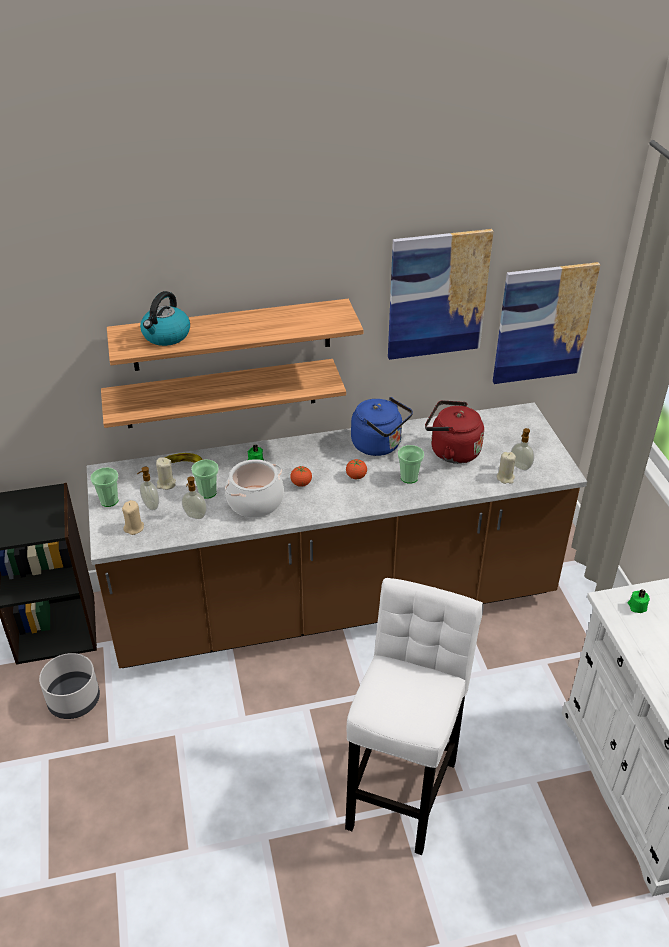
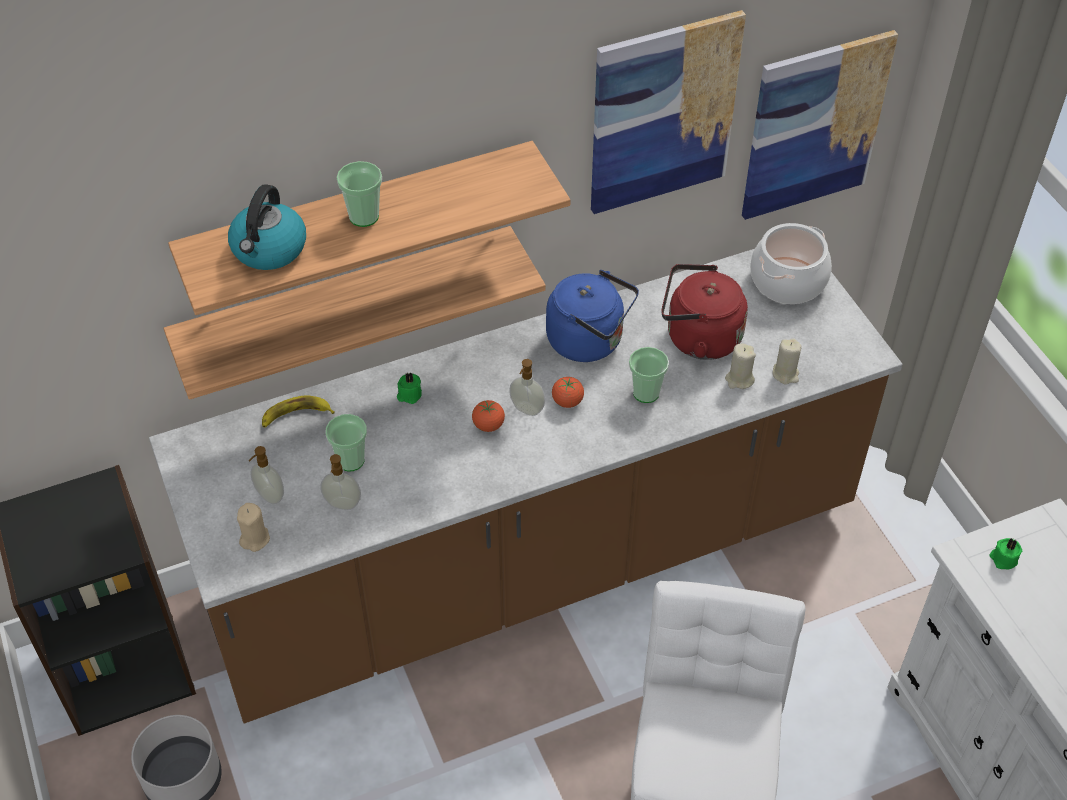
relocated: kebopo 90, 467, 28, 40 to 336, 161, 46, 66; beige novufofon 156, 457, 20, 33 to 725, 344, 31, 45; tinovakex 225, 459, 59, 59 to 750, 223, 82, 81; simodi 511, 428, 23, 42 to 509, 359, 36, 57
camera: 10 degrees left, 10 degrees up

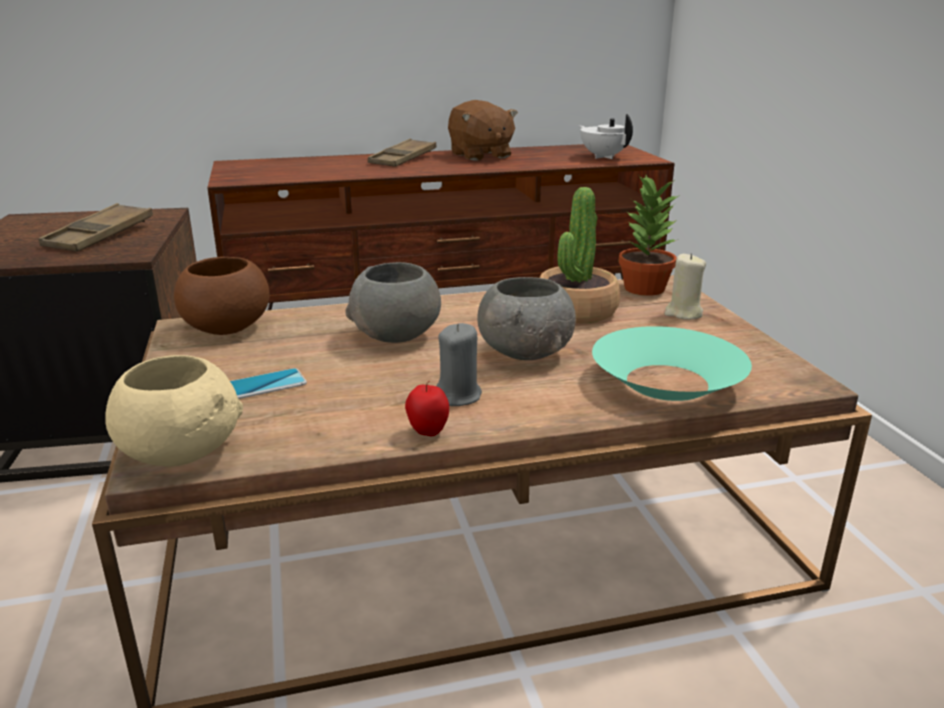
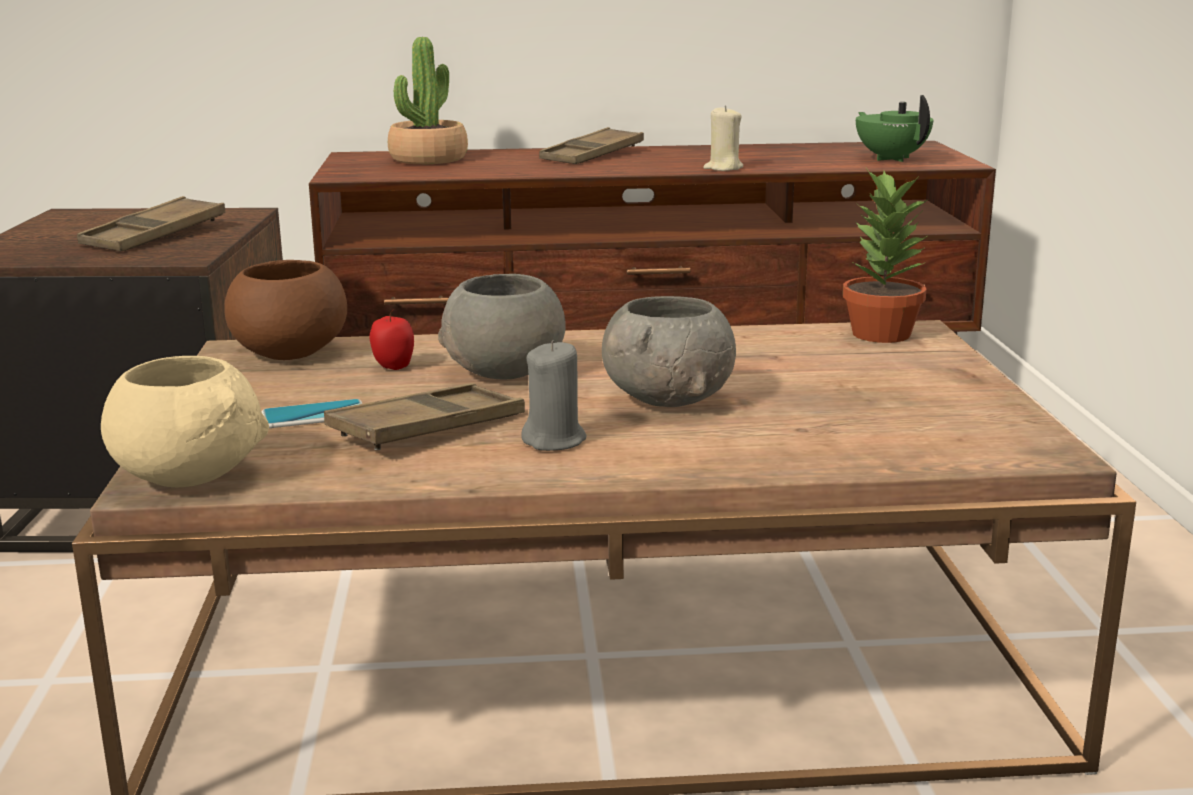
missing: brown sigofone 448, 100, 70, 61; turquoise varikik 592, 326, 160, 75
appeared: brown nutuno 324, 383, 201, 67
relocated: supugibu 405, 380, 44, 56 to 370, 310, 44, 60; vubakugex 539, 187, 81, 137 to 388, 37, 80, 127; beige novufofon 665, 253, 41, 67 to 703, 105, 40, 66
colour: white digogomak 579, 114, 54, 45 to green digogomak 856, 95, 78, 67
camera: 10 degrees right, 5 degrees down

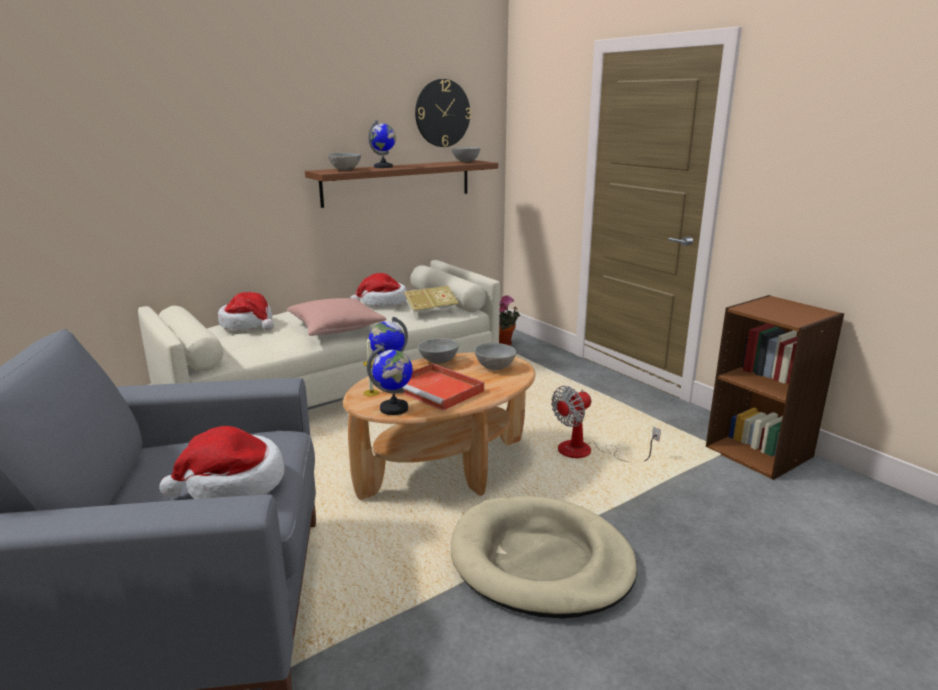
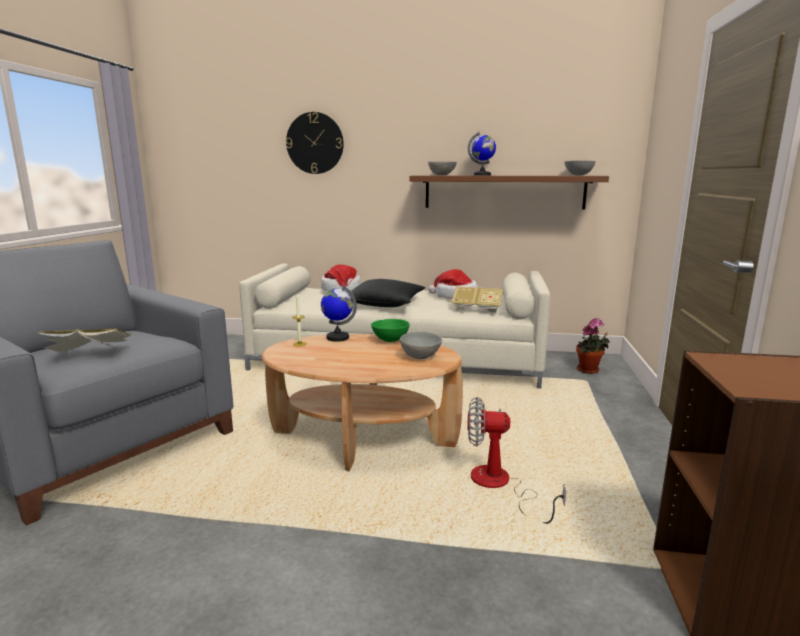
missing: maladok 367, 345, 46, 70; red nutuno 397, 363, 87, 48; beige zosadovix 451, 496, 186, 122
relocated: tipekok 415, 79, 56, 68 to 286, 112, 58, 62
exchanged: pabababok 159, 426, 125, 73 to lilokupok 37, 329, 94, 24
colour: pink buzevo 286, 298, 100, 38 to black buzevo 352, 279, 73, 28; grey varikik 418, 338, 41, 26 to green varikik 371, 319, 39, 23
camera: 45 degrees right, 5 degrees down

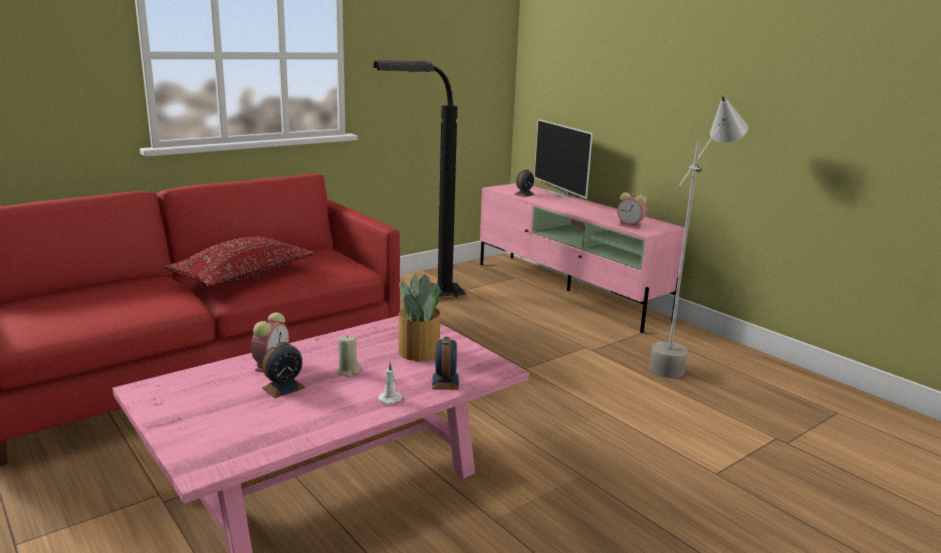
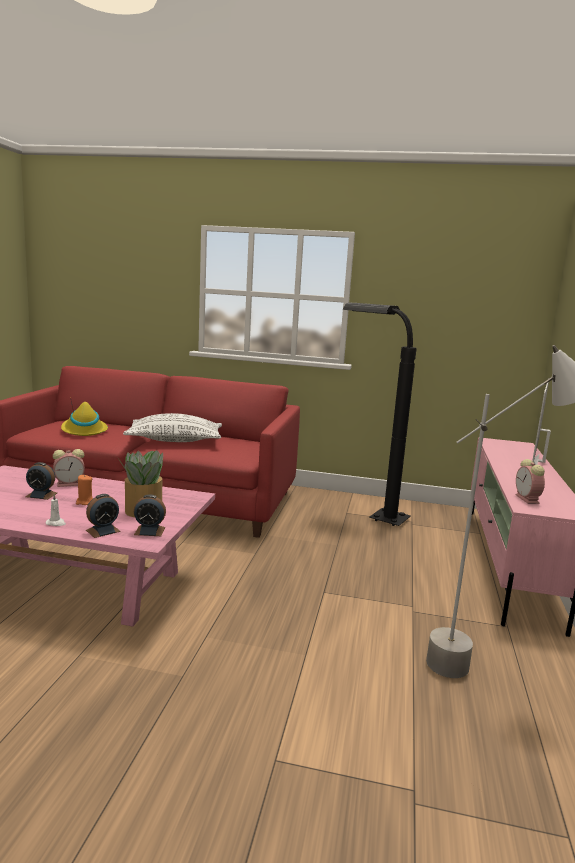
appeared: yellow pabababok 61, 401, 47, 35
relocated: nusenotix 514, 169, 21, 28 to 134, 495, 32, 41
colour: red buzevo 164, 237, 151, 50 to white buzevo 123, 413, 99, 29; beige novufofon 337, 335, 23, 42 to orange novufofon 76, 474, 17, 31
camera: 50 degrees right, 5 degrees down

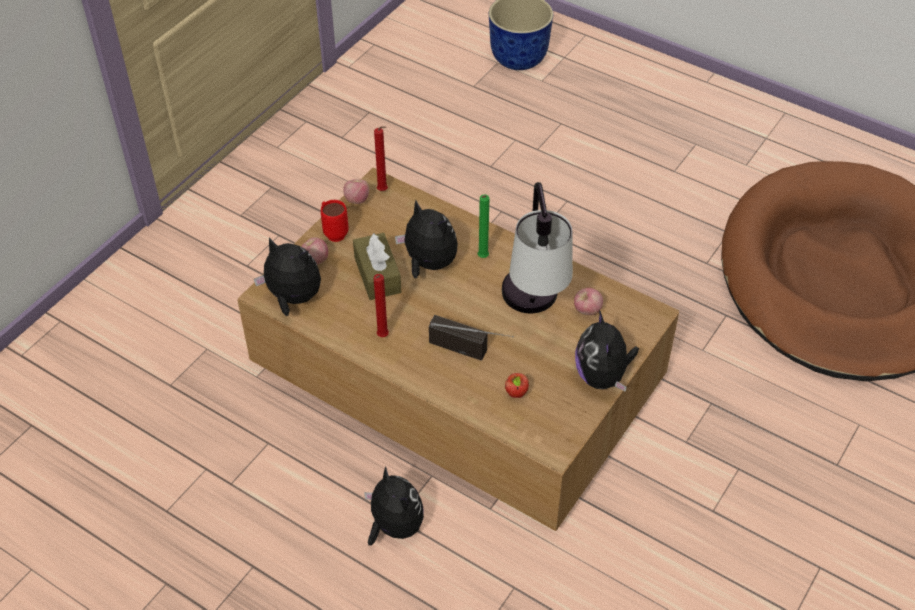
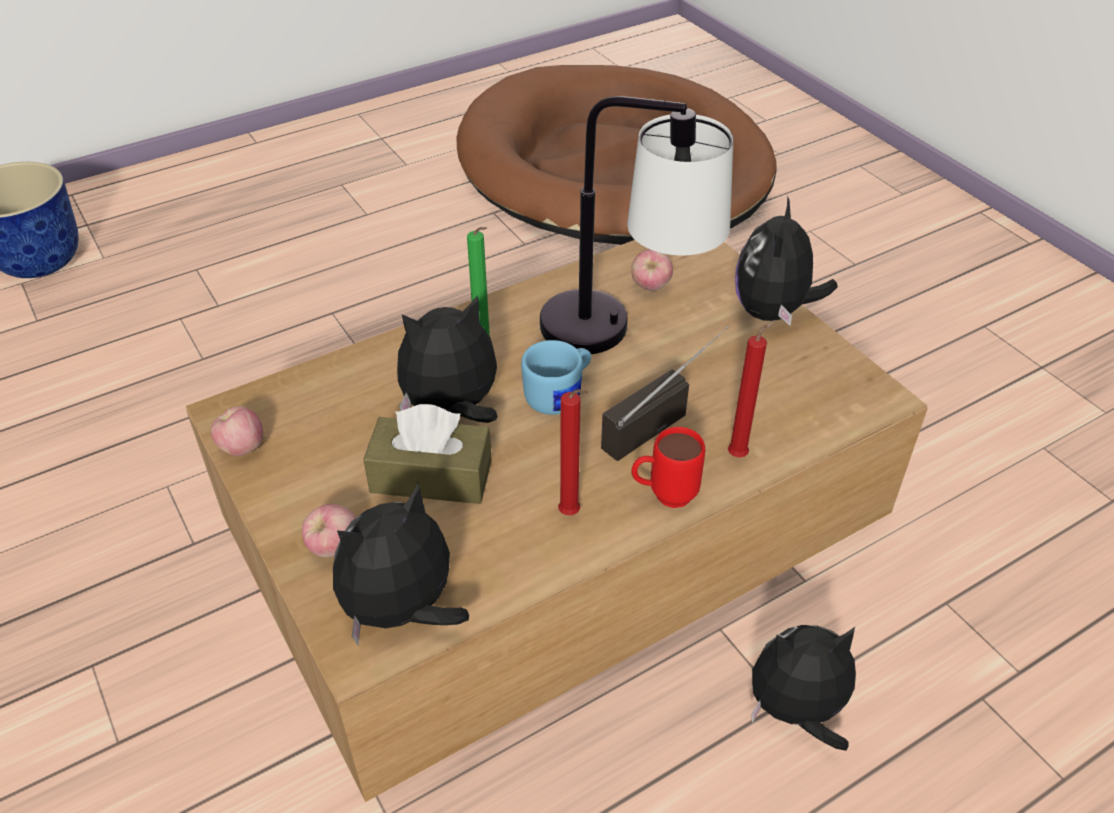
missing: supugibu 505, 373, 24, 25
appeared: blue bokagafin 521, 340, 70, 75
relocated: red bokagafin 321, 200, 28, 42 to 631, 427, 74, 81; red novufofon 374, 126, 14, 65 to 728, 320, 48, 137
spun: sigofone 575, 310, 64, 82 = 735, 195, 103, 131 90 degrees clockwise
camera: 65 degrees left, 5 degrees down

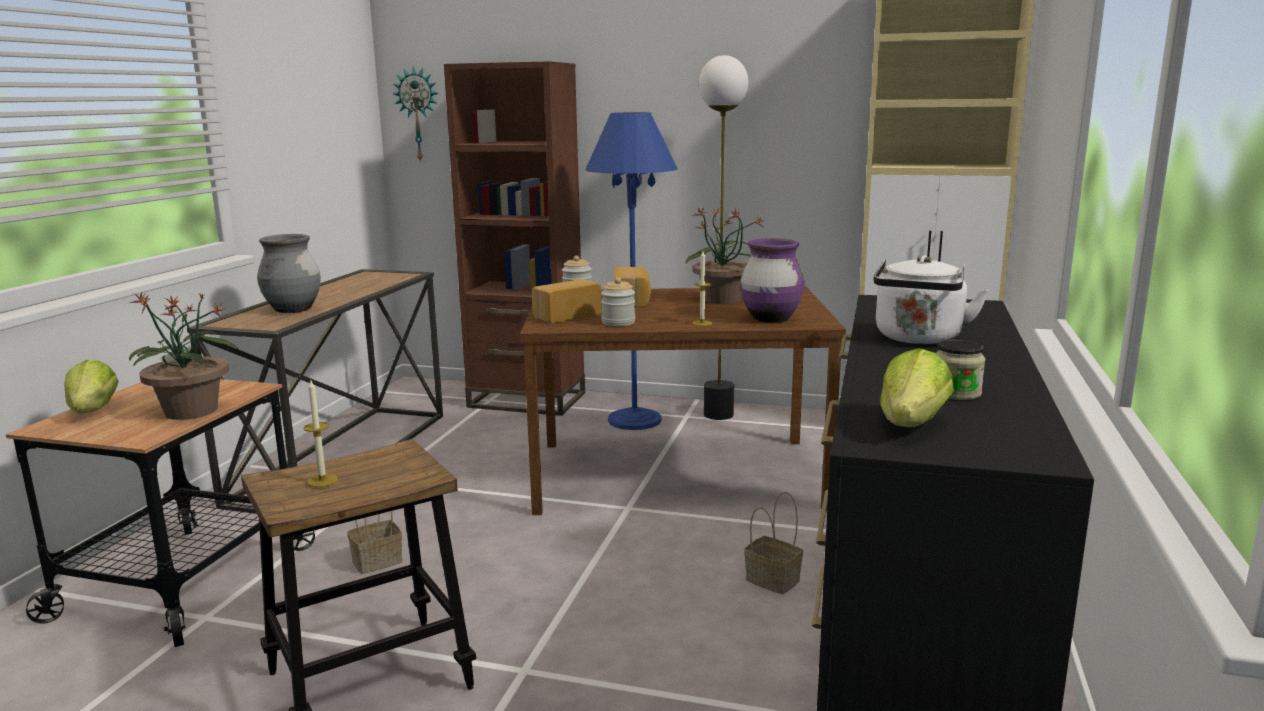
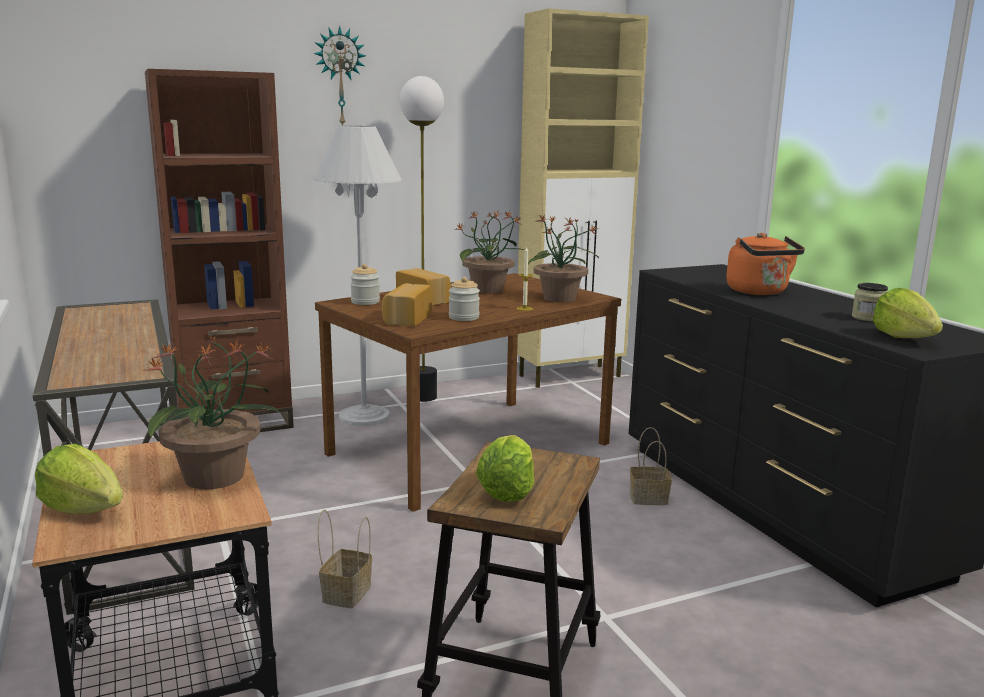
missing: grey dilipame 257, 234, 64, 79
relocated: tipekok 393, 66, 45, 97 to 313, 26, 53, 100
exchanged: novufofon 303, 380, 35, 107 to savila 476, 435, 59, 67; purple dilipame 740, 238, 64, 85 to vubakugex 528, 215, 71, 87
colour: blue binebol 585, 112, 93, 318 to white binebol 313, 126, 89, 300; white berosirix 874, 255, 114, 89 to orange berosirix 726, 233, 79, 62
camera: 40 degrees left, 0 degrees up

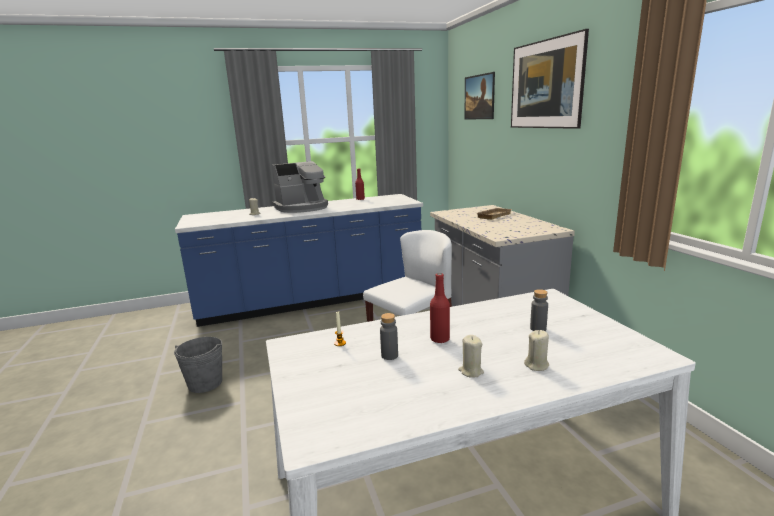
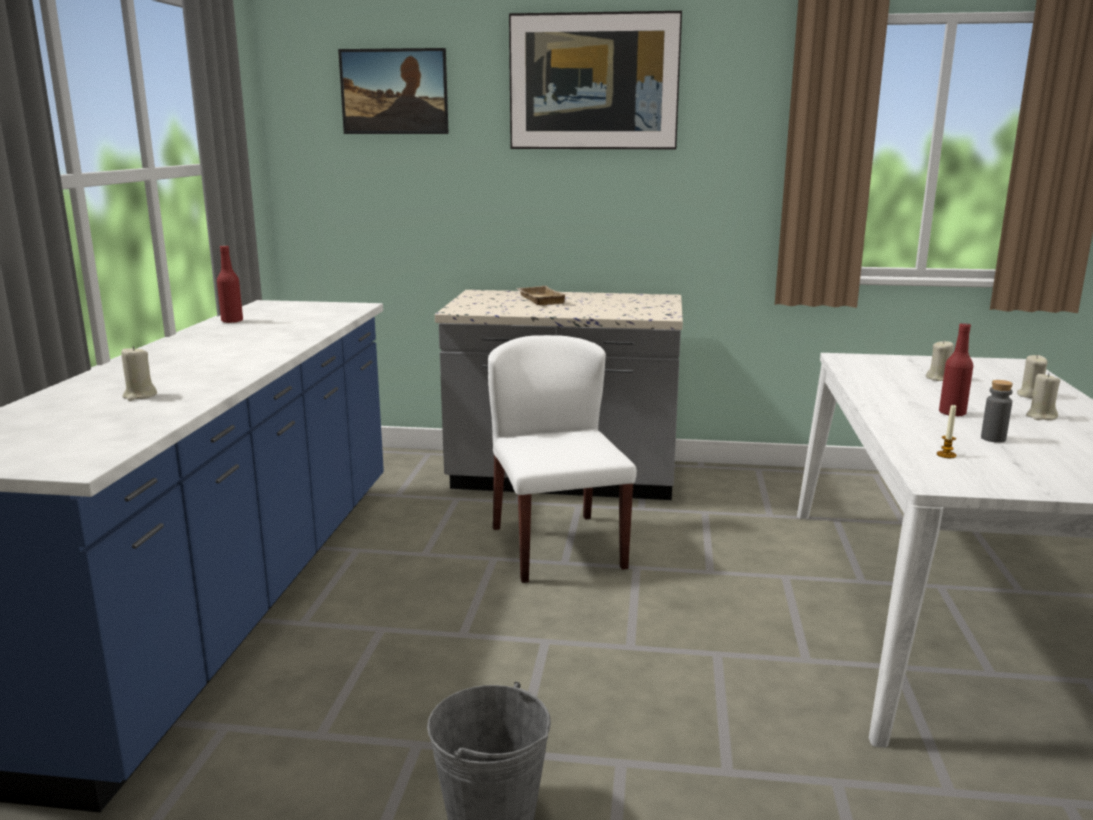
missing: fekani 272, 161, 56, 52
exchanged: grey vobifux 530, 289, 18, 42 to beige novufofon 926, 340, 28, 41
camera: 65 degrees left, 0 degrees up

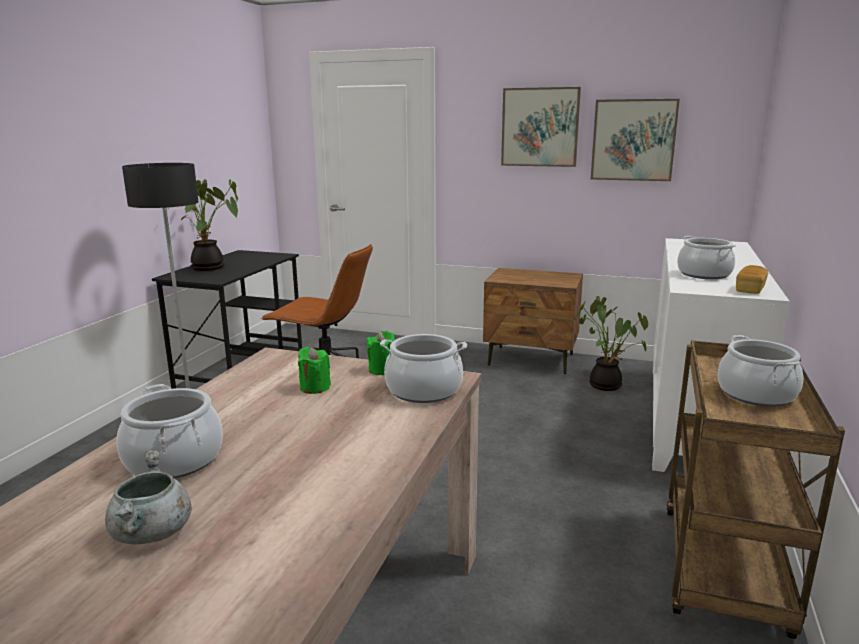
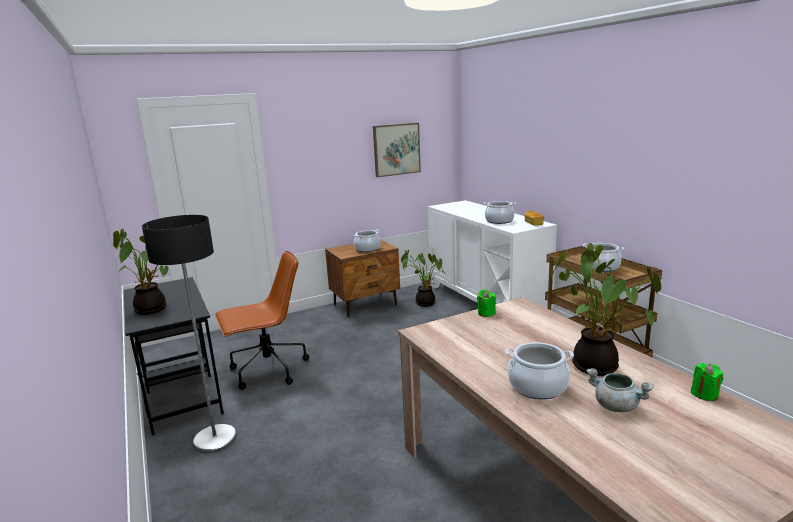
missing: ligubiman 501, 87, 80, 80
appeared: vubakugex 551, 243, 110, 133
relocated: green novufofon 298, 347, 33, 47 to 691, 363, 32, 38; tinovakex 380, 334, 87, 69 to 354, 230, 27, 22
camera: 45 degrees left, 0 degrees up

